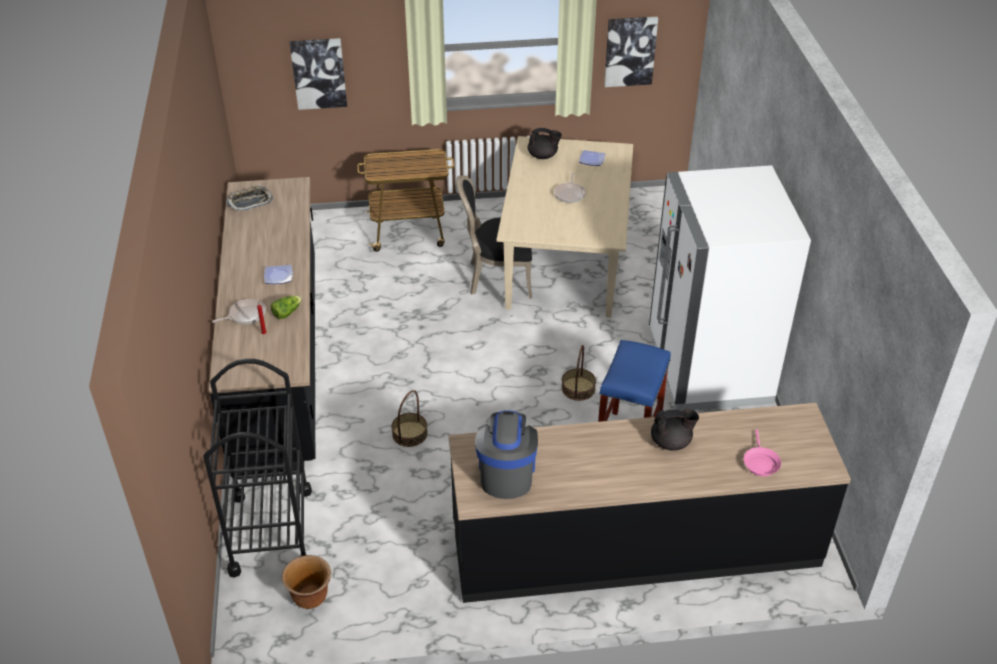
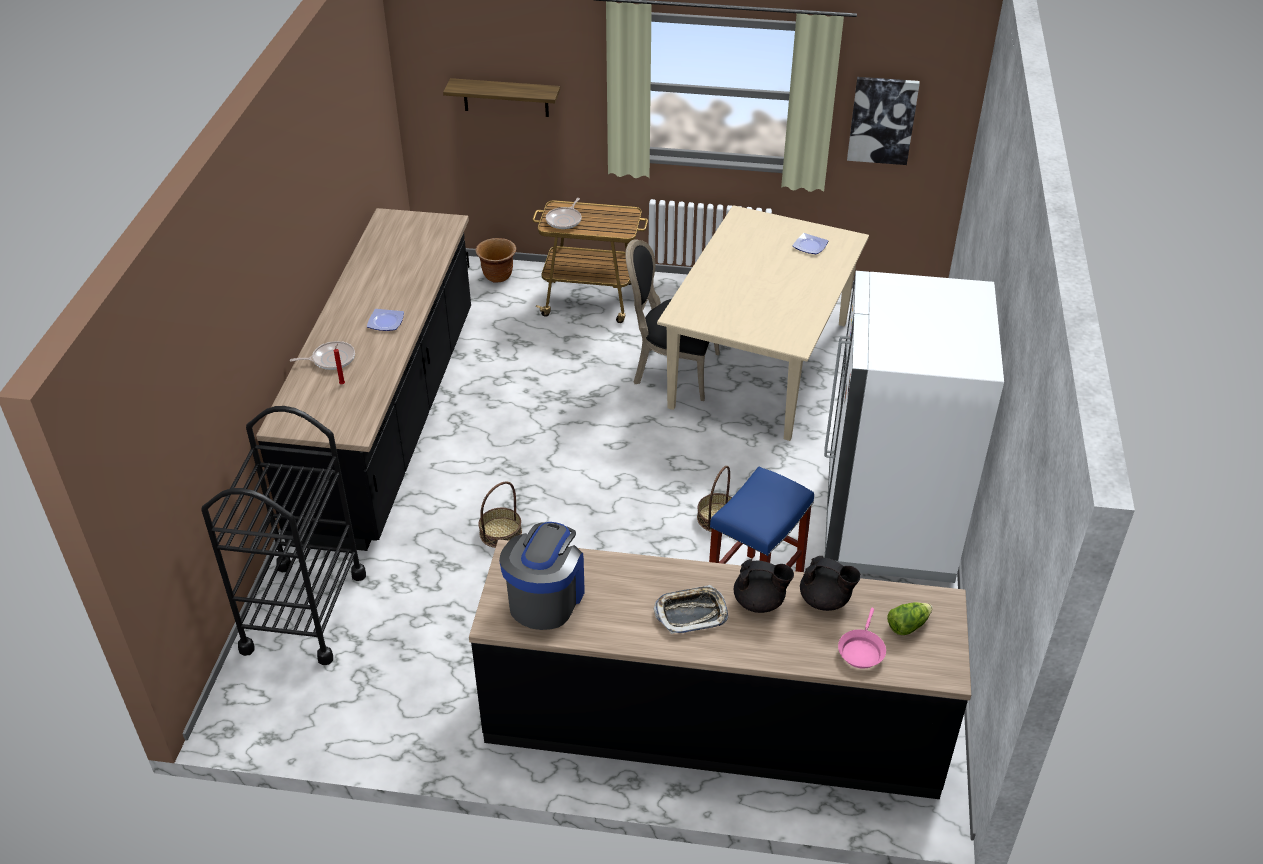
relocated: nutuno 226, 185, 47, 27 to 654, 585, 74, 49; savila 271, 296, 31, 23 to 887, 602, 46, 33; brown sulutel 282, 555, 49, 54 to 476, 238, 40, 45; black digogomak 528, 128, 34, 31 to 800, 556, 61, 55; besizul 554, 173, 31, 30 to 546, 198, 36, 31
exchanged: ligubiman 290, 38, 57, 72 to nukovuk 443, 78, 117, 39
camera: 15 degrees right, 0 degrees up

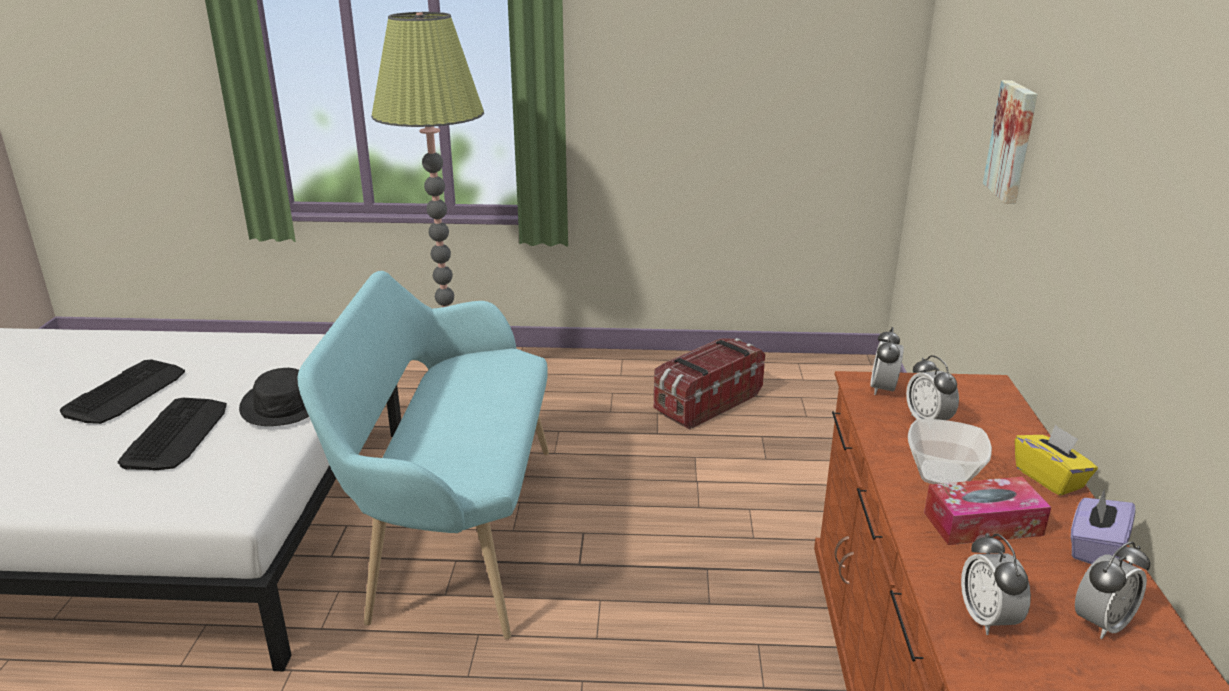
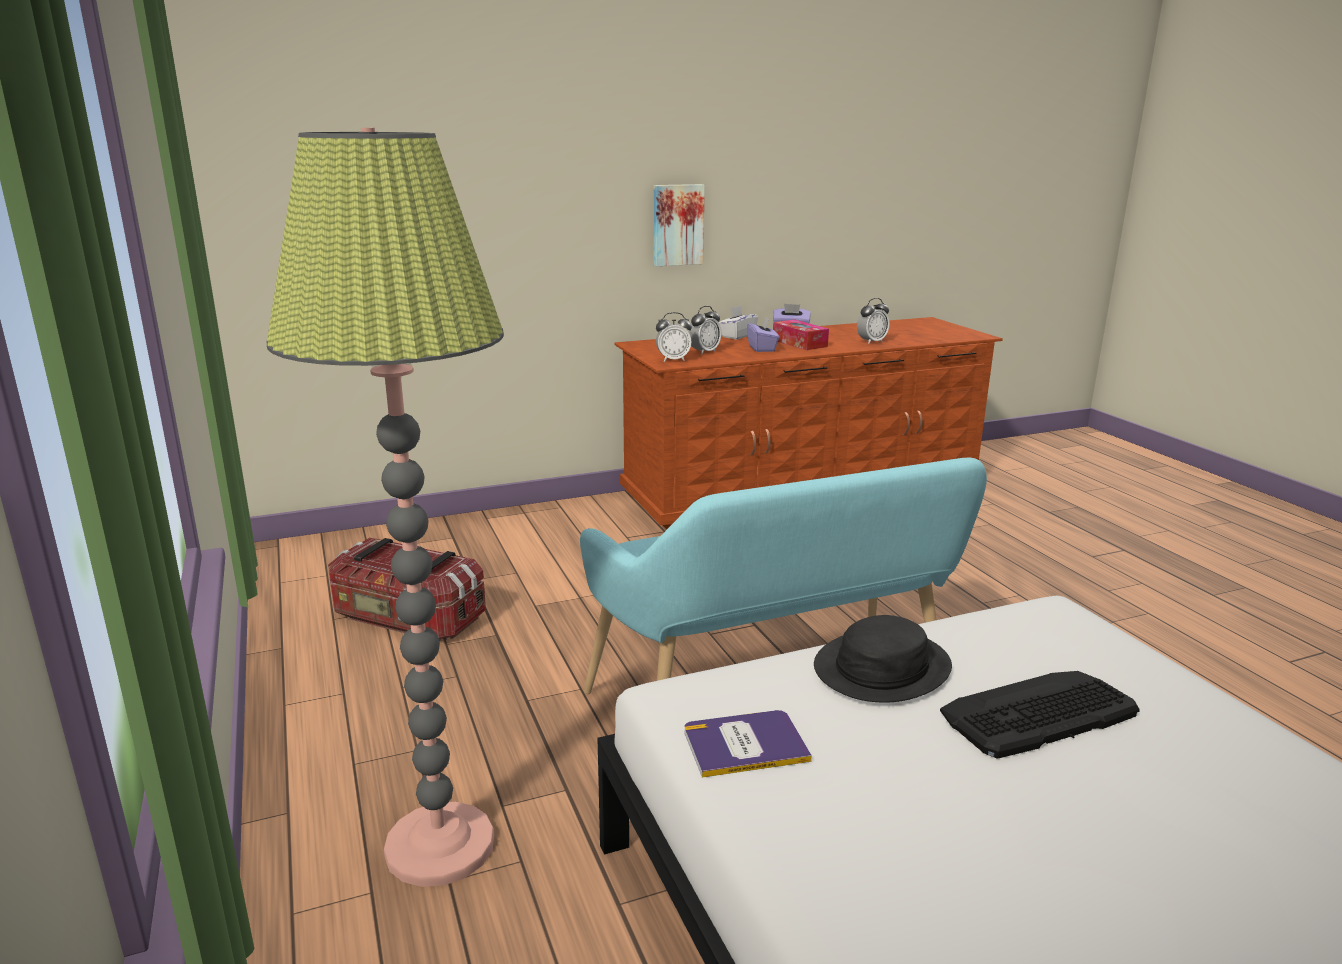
missing: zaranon 60, 360, 125, 64; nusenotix 1075, 542, 75, 97
appeared: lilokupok 684, 710, 128, 68
relocated: ligubiman 983, 80, 55, 124 to 654, 184, 51, 82
exchanged: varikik 908, 419, 84, 65 to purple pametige 747, 316, 32, 36
colour: yellow pametige 1015, 424, 83, 72 to white pametige 719, 305, 39, 34
camera: 115 degrees left, 5 degrees down

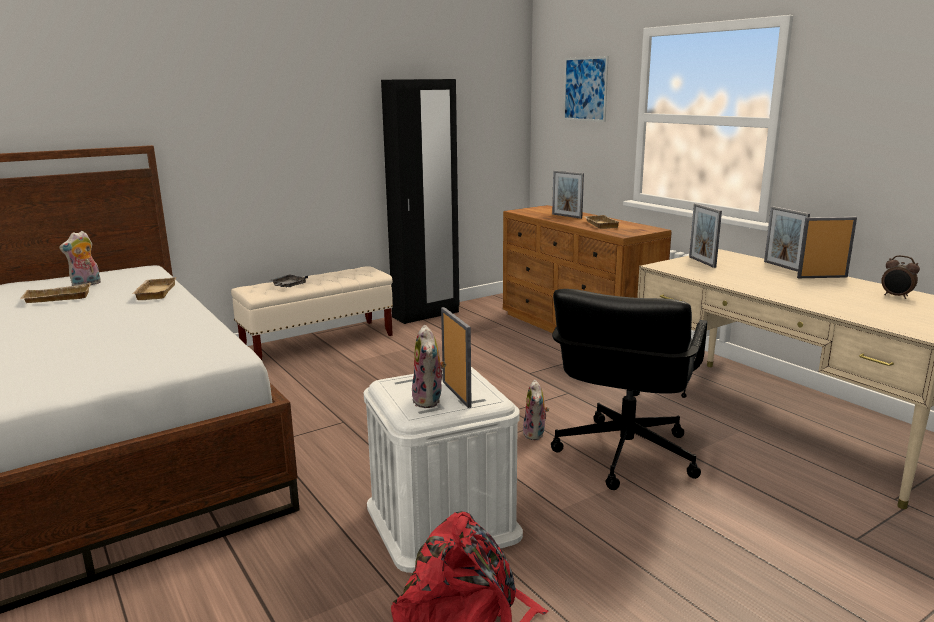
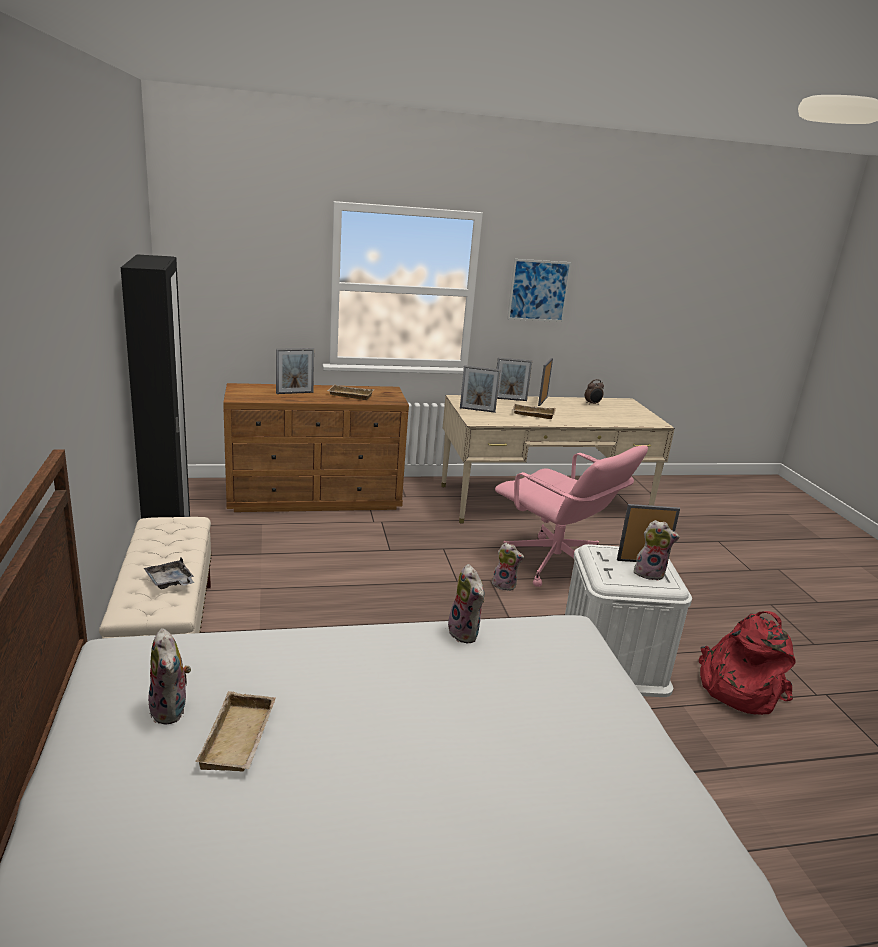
appeared: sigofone 448, 564, 36, 79
relocated: beige nutuno 132, 277, 44, 23 to 513, 404, 43, 15; ligubiman 563, 56, 46, 66 to 507, 259, 65, 63
colour: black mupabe 551, 289, 156, 201 to pink mupabe 495, 445, 153, 142
camera: 70 degrees left, 5 degrees up

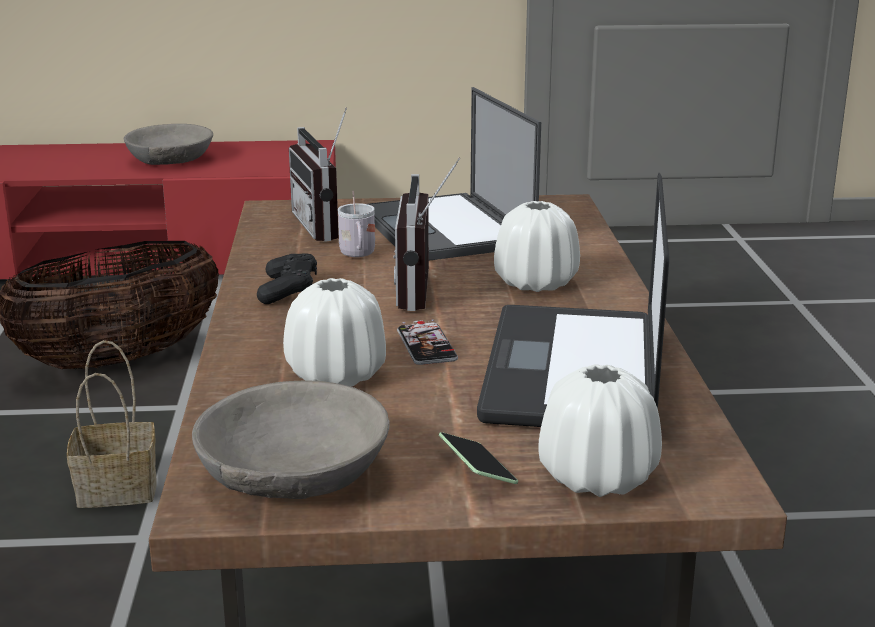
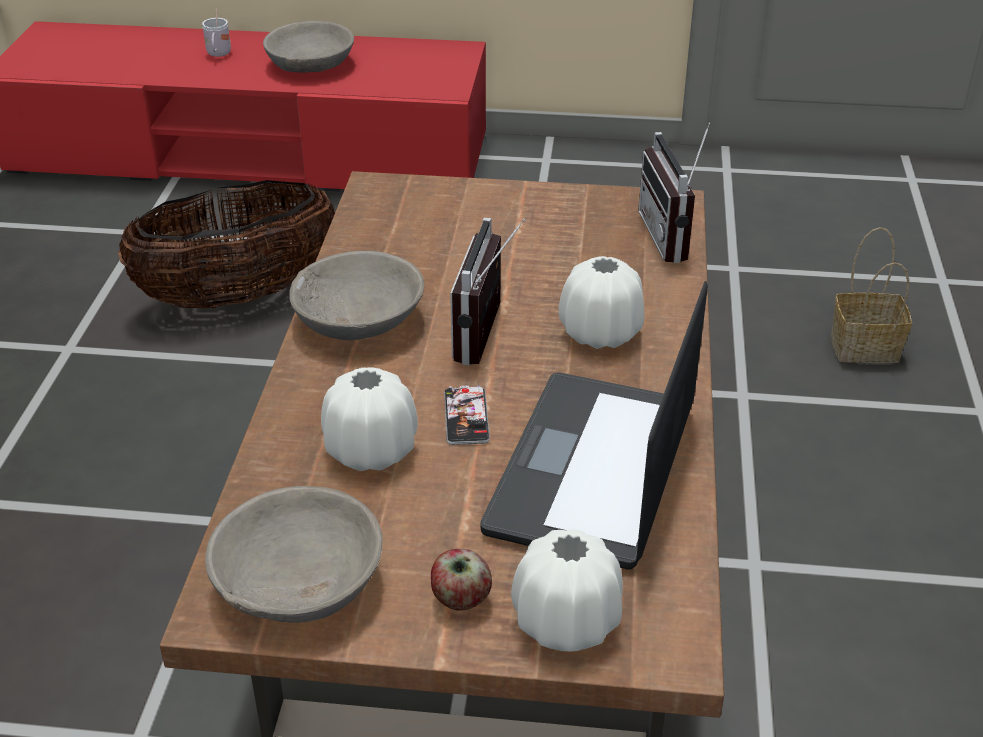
missing: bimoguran 368, 87, 173, 174
relocated: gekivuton 67, 340, 90, 168 to 831, 227, 81, 136; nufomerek 289, 108, 58, 134 to 638, 122, 72, 141; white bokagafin 338, 191, 37, 66 to 202, 9, 29, 48
exchanged: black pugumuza 257, 253, 60, 51 to grey varikik 289, 251, 135, 89; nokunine 439, 432, 79, 52 to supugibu 431, 549, 61, 62
camera: 10 degrees right, 15 degrees up

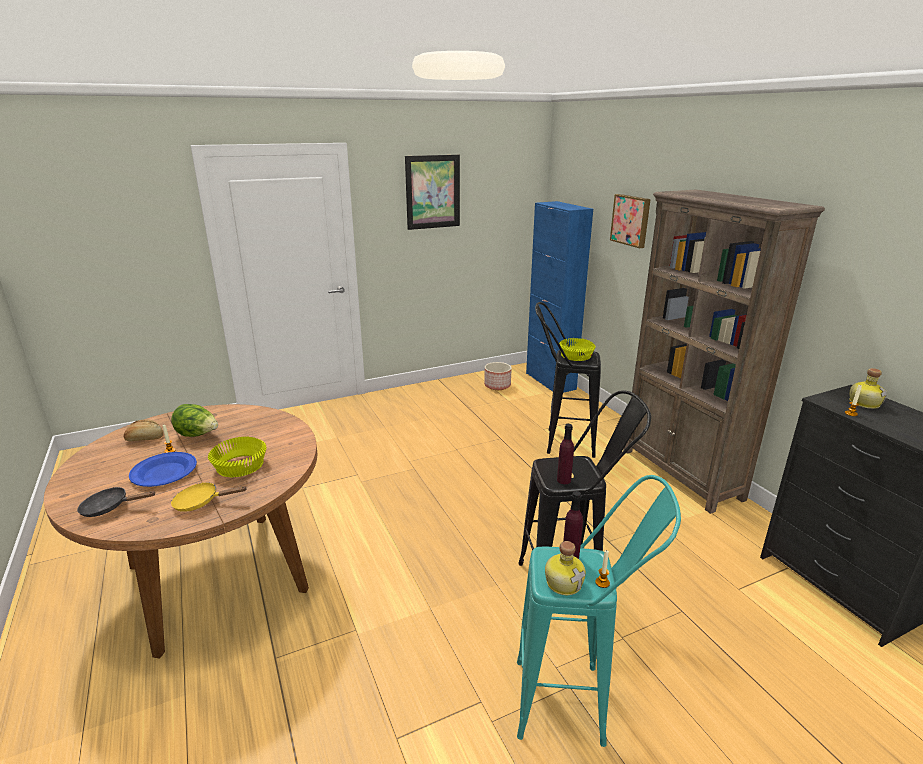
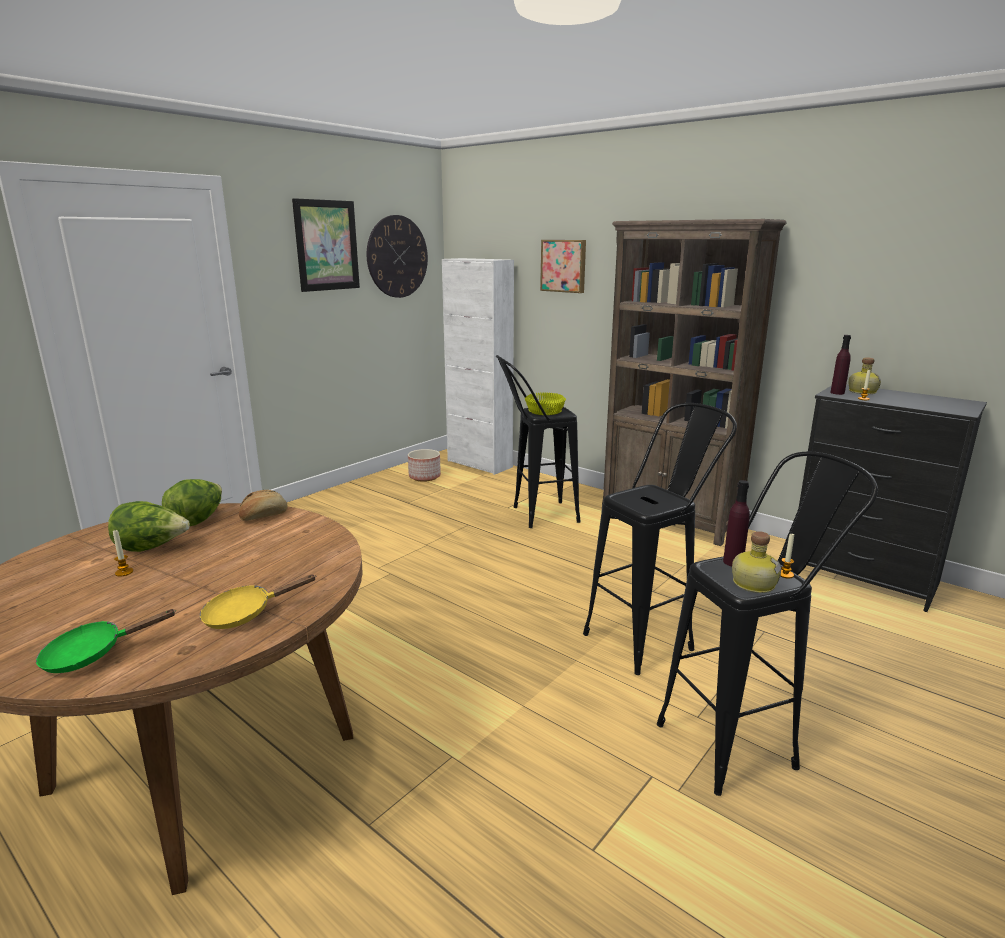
missing: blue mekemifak 129, 452, 68, 35; yellow varikik 208, 437, 59, 40
appeared: savila 162, 479, 60, 47; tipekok 367, 215, 61, 83
relocated: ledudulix 124, 419, 39, 22 to 239, 490, 49, 31; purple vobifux 557, 424, 17, 60 to 830, 335, 21, 60
colour: black besizul 77, 487, 79, 30 to green besizul 36, 609, 140, 64; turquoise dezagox 517, 475, 164, 272 to black dezagox 657, 452, 221, 344; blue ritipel 526, 201, 67, 192 to white ritipel 442, 258, 72, 217
camera: 25 degrees left, 5 degrees down

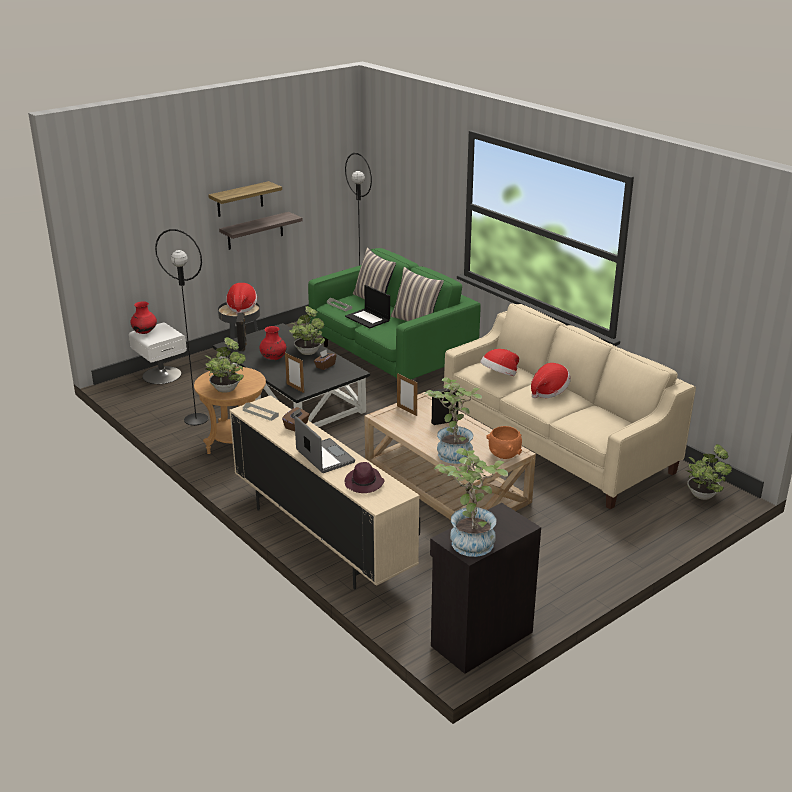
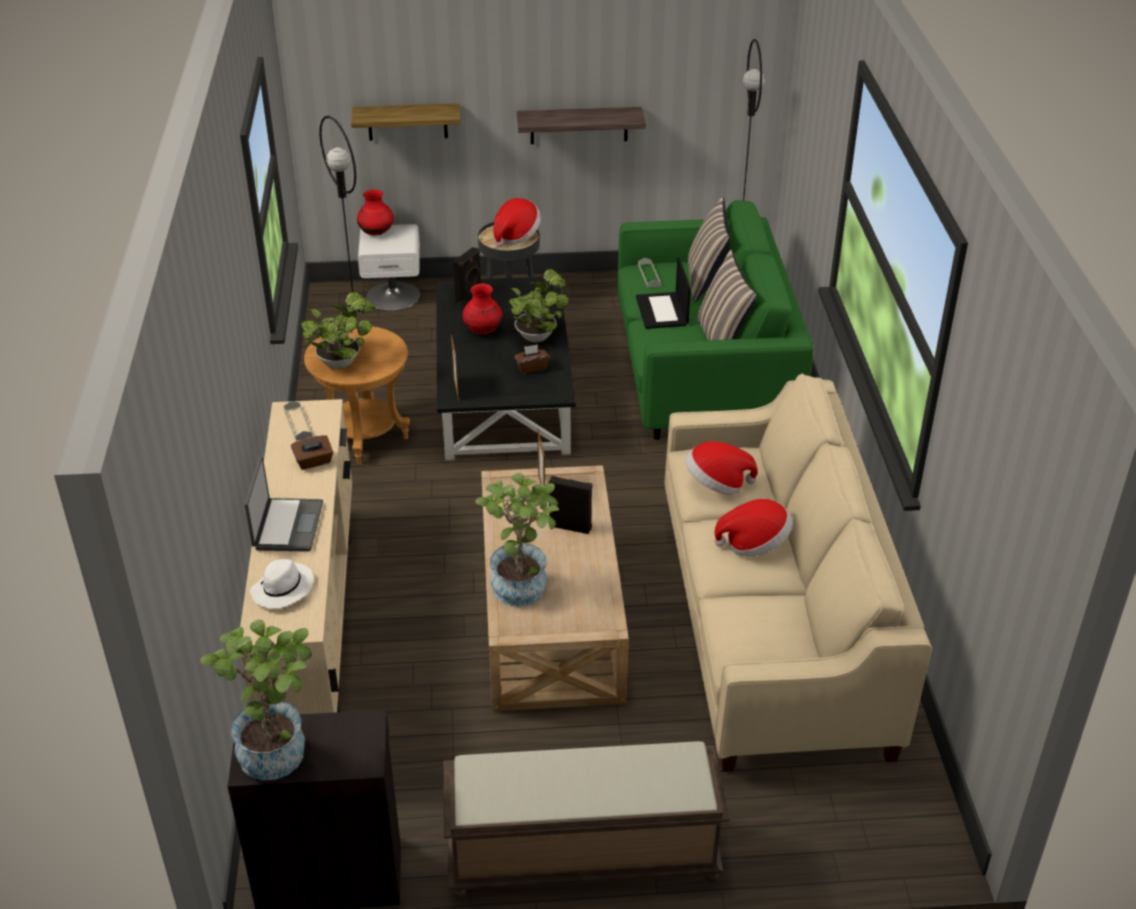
missing: orange varikik 486, 426, 36, 33; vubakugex 686, 444, 46, 56
appeared: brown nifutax 443, 741, 286, 158
relocated: nukovuk 208, 181, 74, 36 to 351, 103, 110, 38
colour: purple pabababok 345, 462, 40, 31 to white pabababok 250, 559, 63, 50
camera: 35 degrees right, 10 degrees up

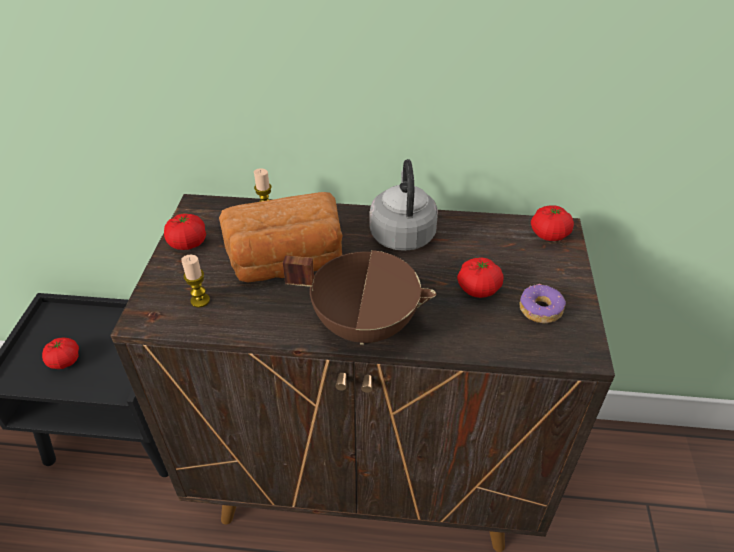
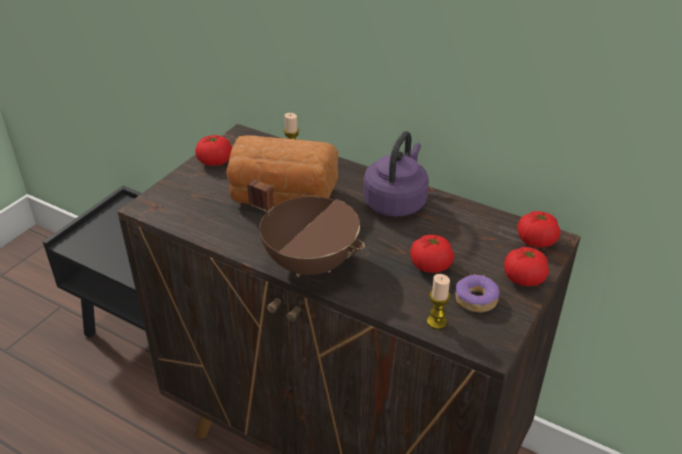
relocated: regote 42, 338, 37, 31 to 504, 247, 45, 39; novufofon 181, 255, 29, 52 to 427, 274, 23, 55
colour: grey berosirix 370, 159, 68, 92 to purple berosirix 363, 131, 66, 86
camera: 25 degrees right, 5 degrees down

